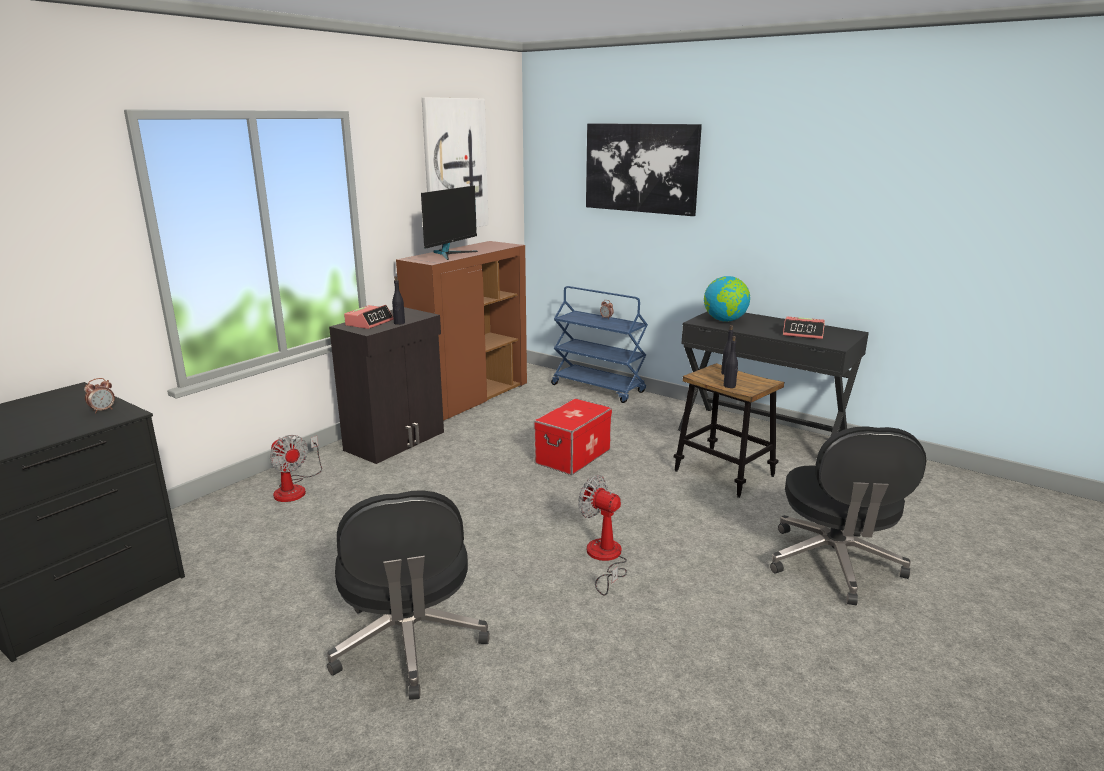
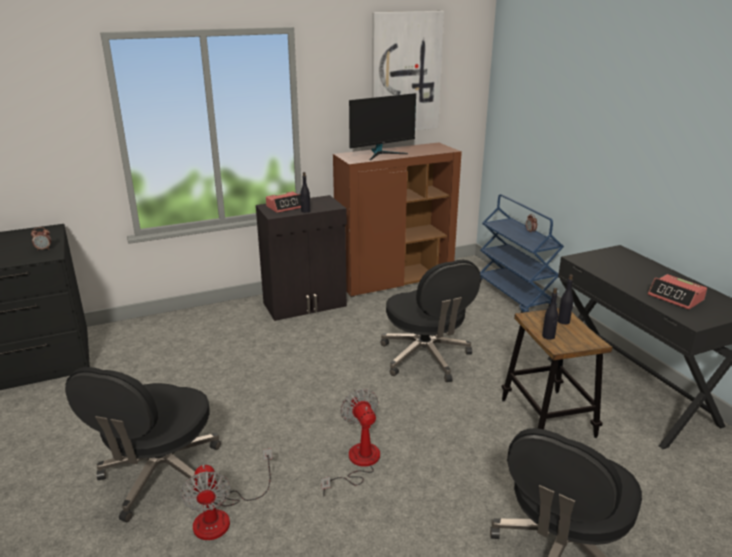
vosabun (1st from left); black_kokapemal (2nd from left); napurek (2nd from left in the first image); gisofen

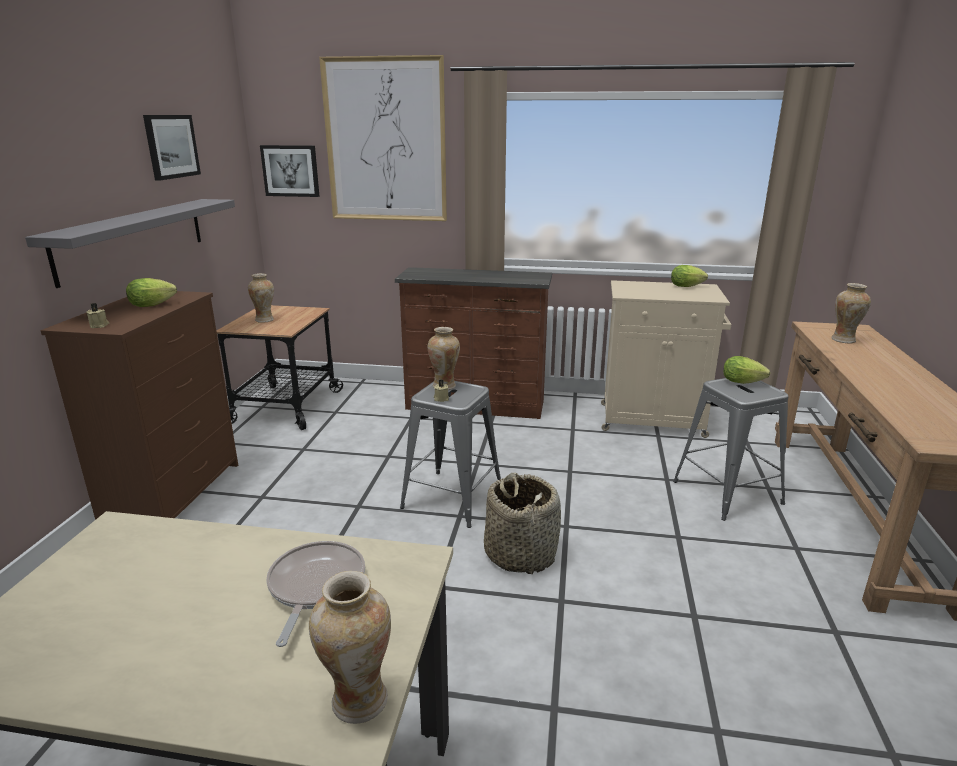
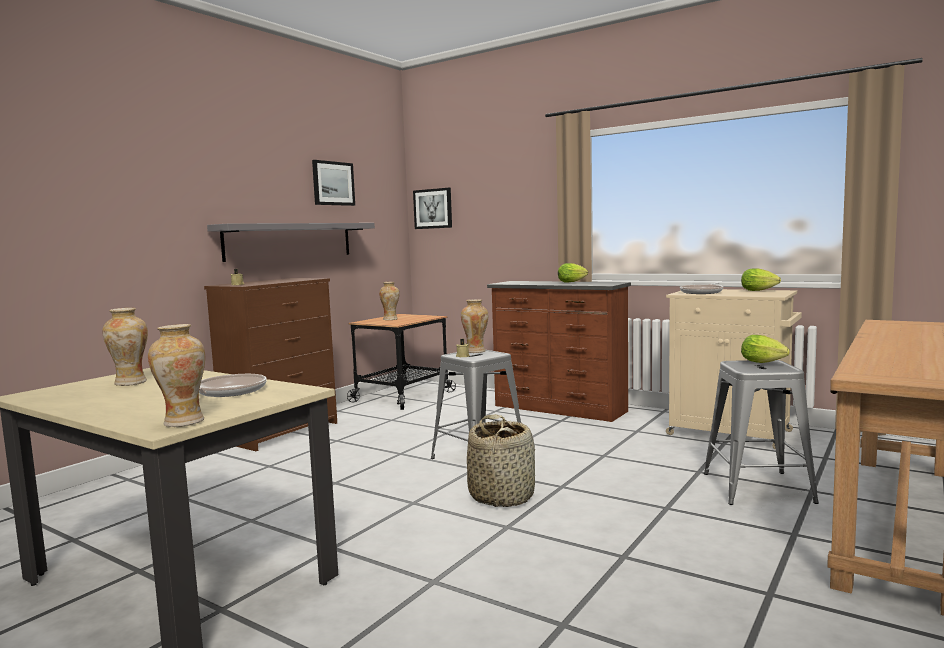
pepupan (1st from left); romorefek (1st from left); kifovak (2nd from left); napurek (3rd from left in the first image)

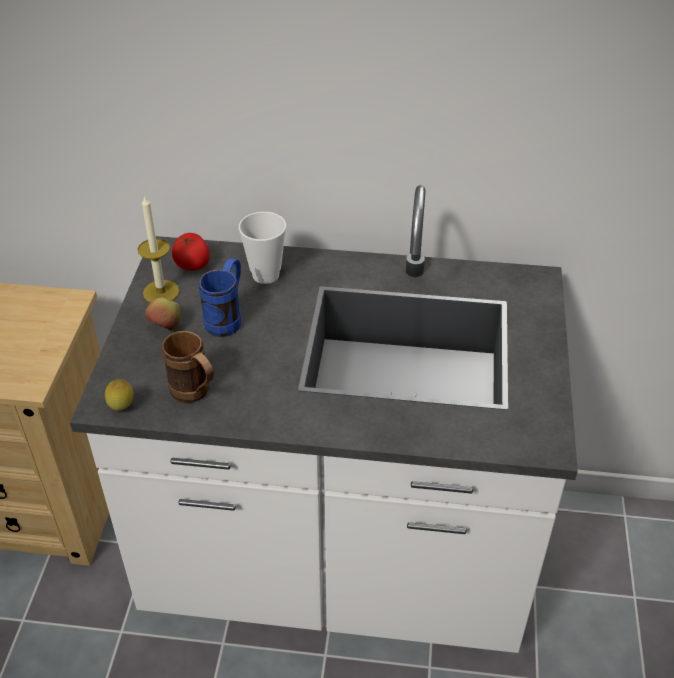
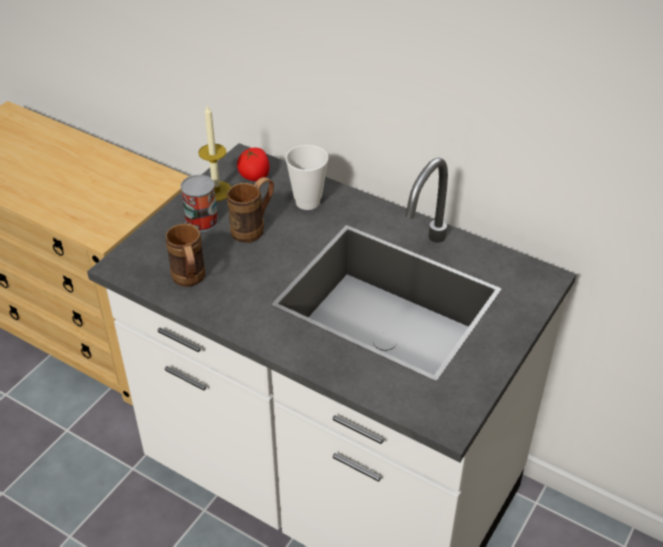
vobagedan; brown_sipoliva (2nd from left); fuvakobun

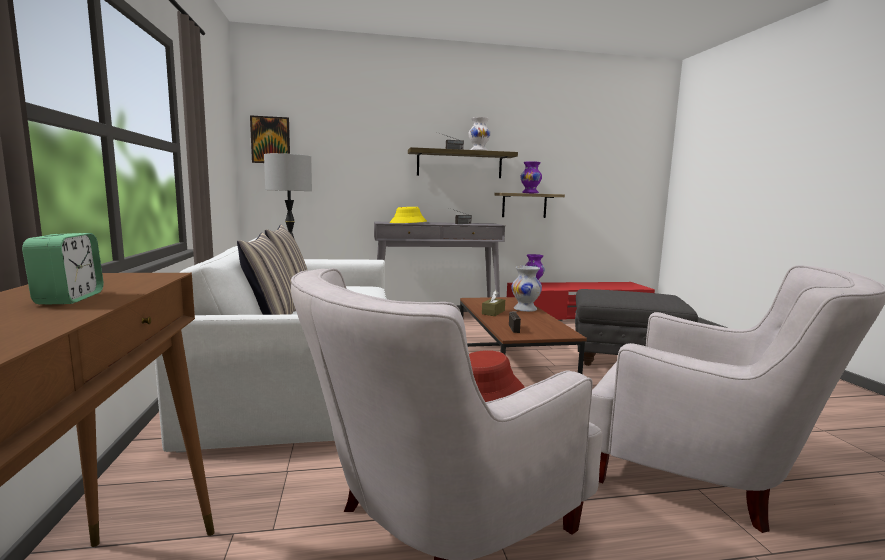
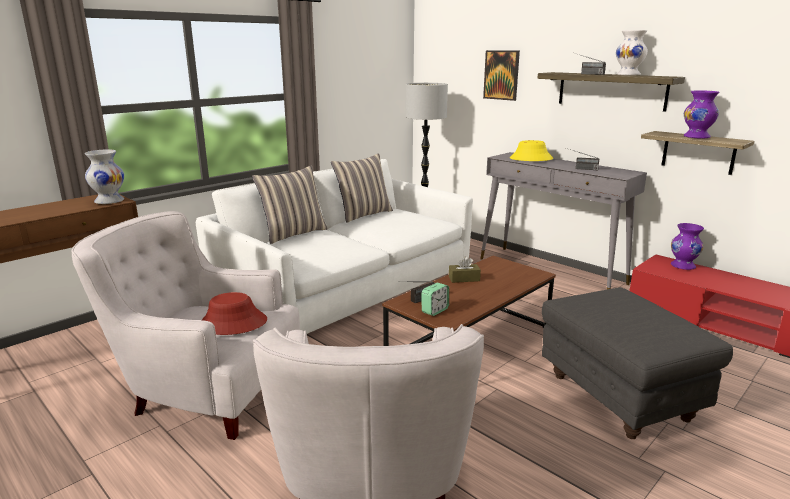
white_pepupan (1st from left); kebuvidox; napurek

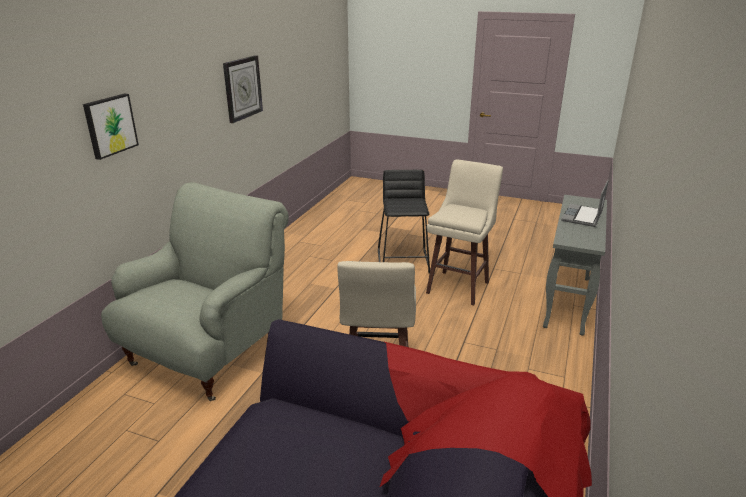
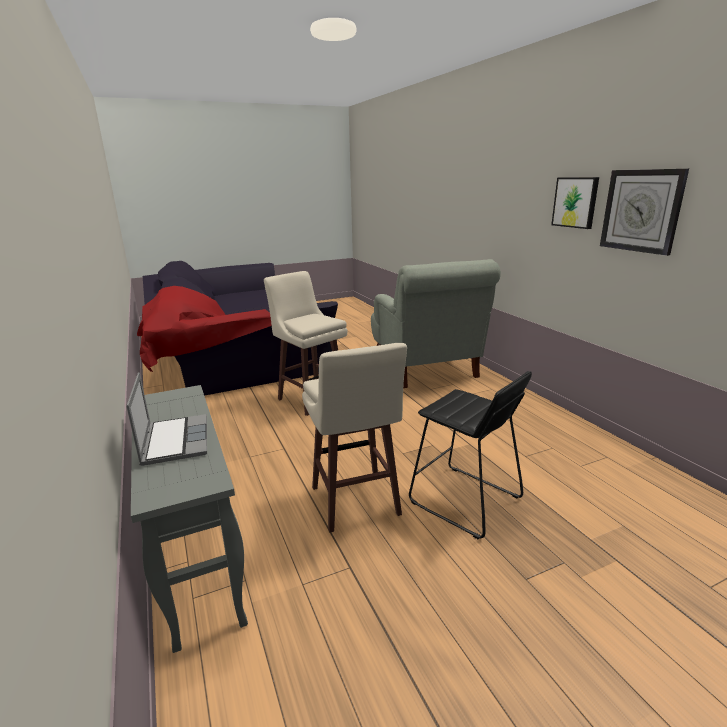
napurek

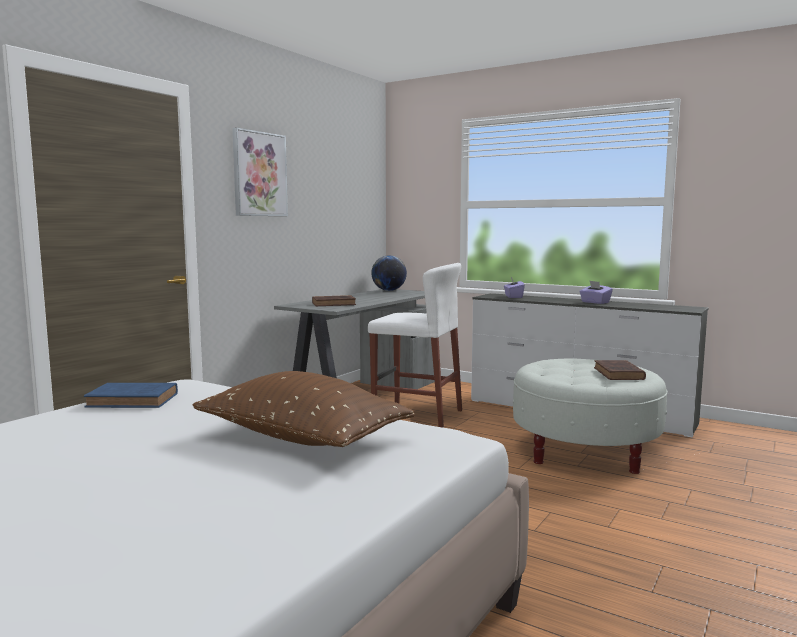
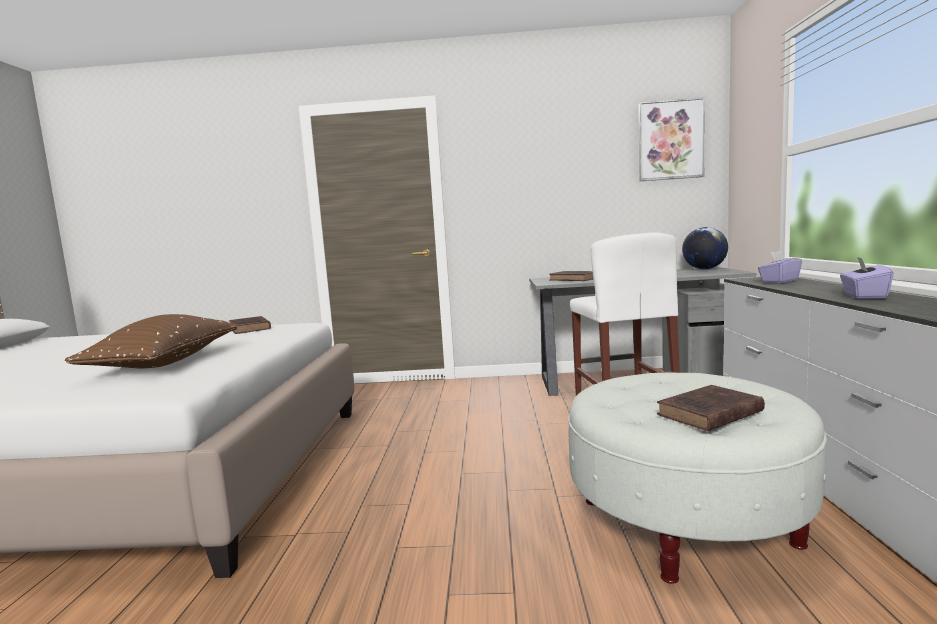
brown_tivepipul (1st from left); napurek

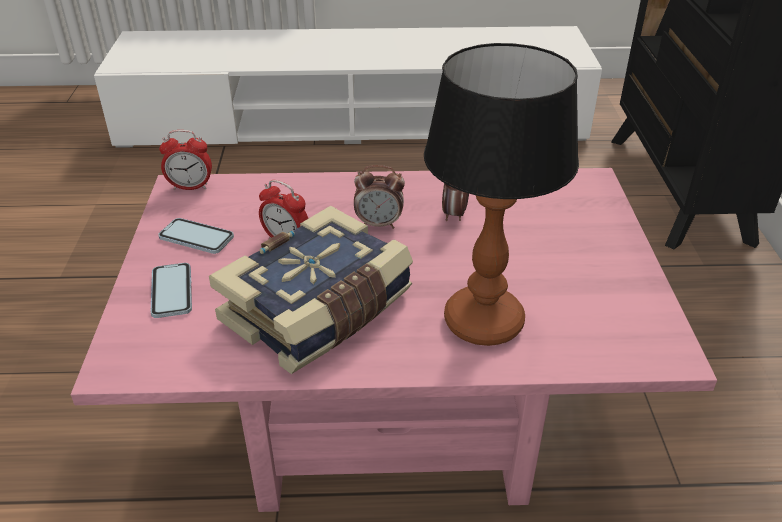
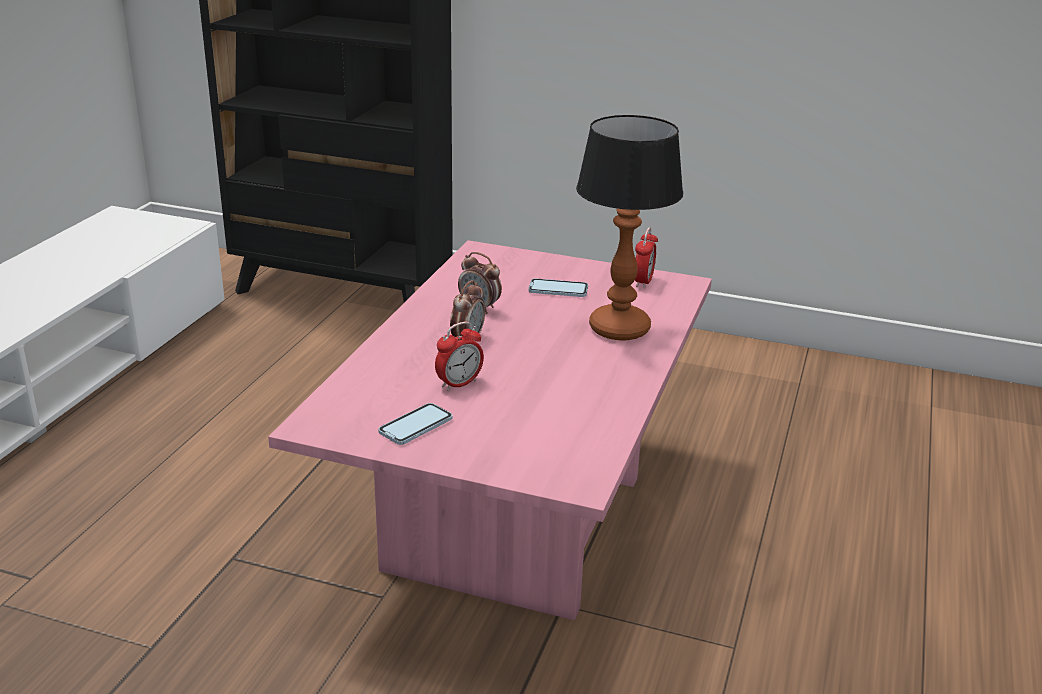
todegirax (2nd from left); kebuvidox (4th from left); tivepipul

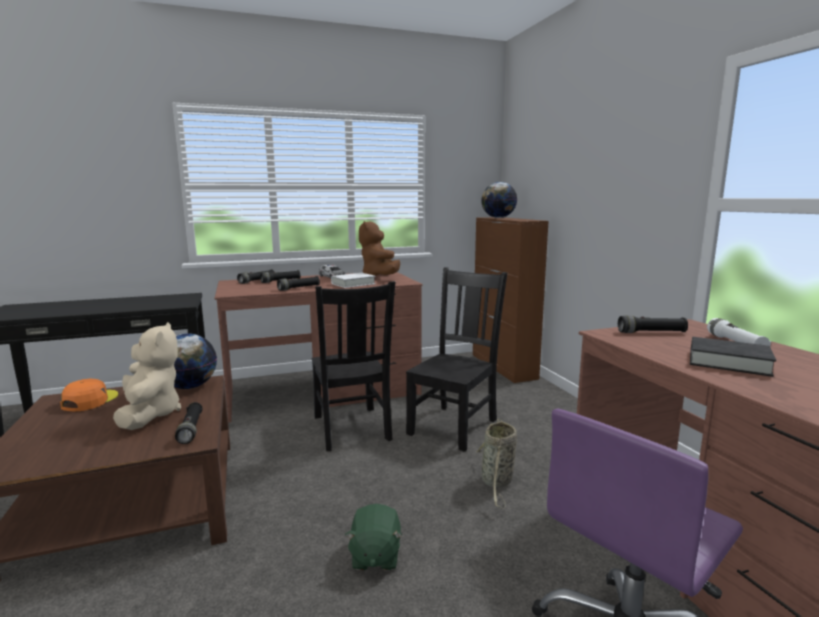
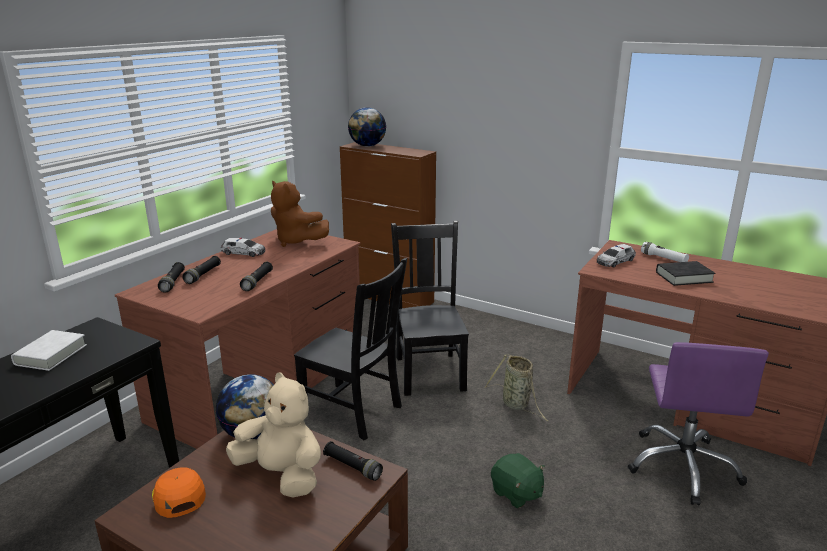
white_tivepipul; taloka (2nd from left)

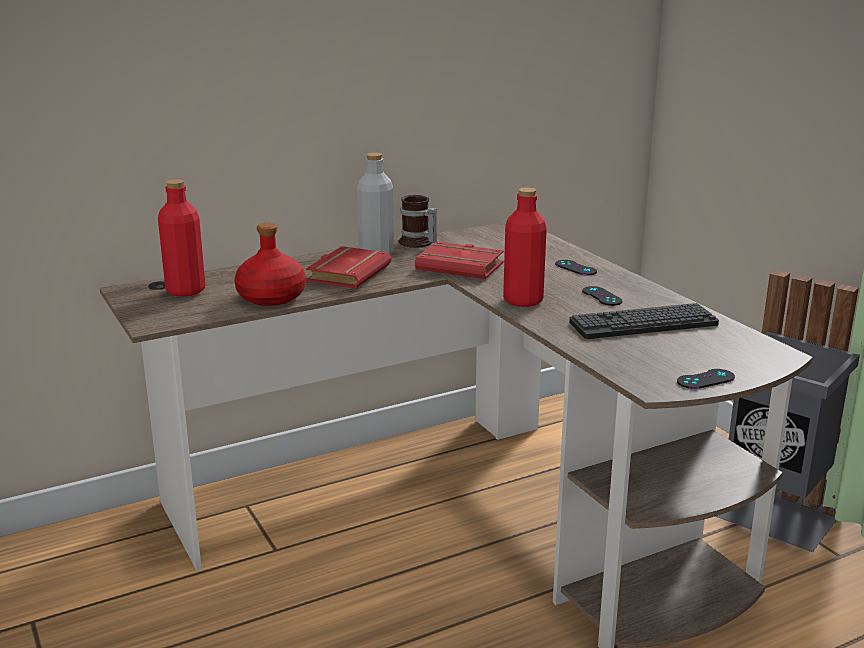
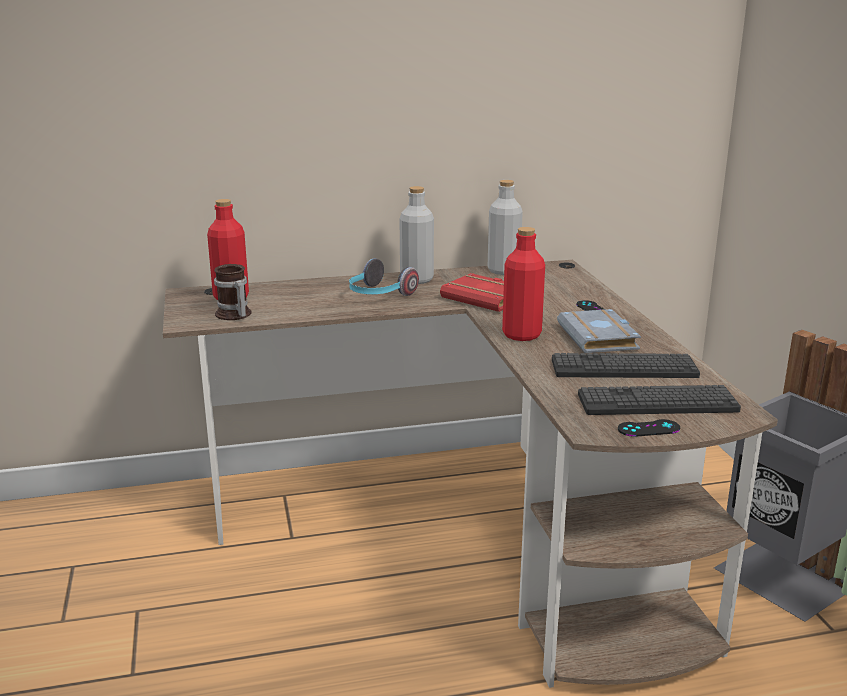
sipoliva; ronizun; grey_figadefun (2nd from left); grey_tivepipul; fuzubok (2nd from left); red_figadefun (2nd from left in the first image)

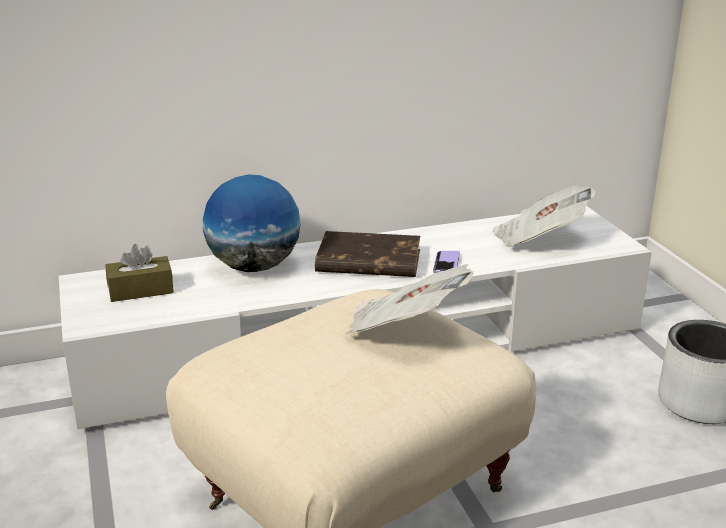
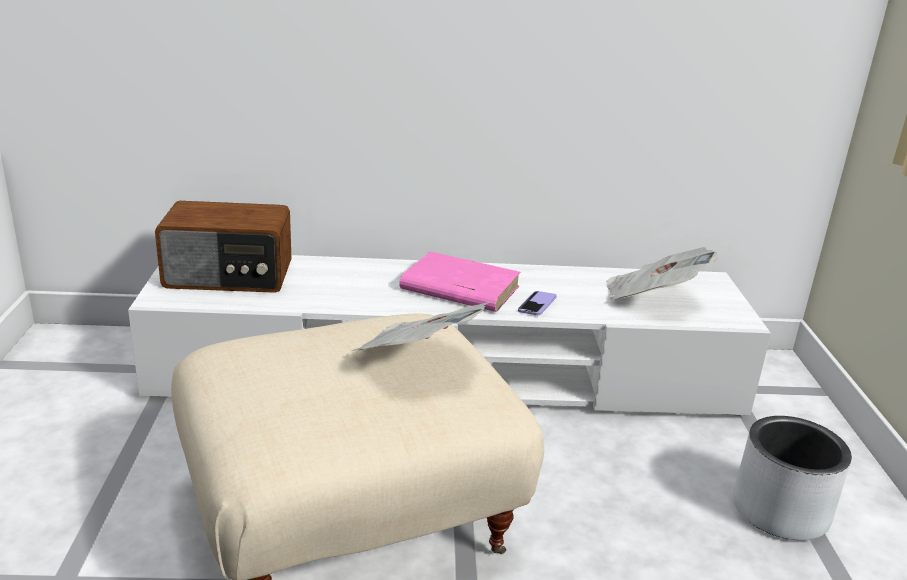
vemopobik; pink_tivepipul; gisofen

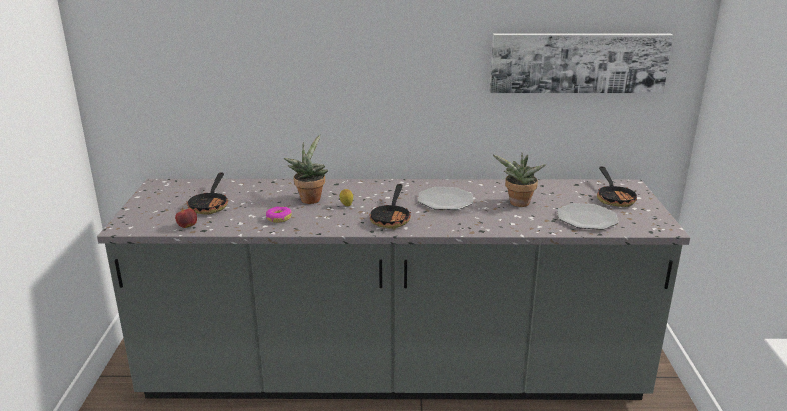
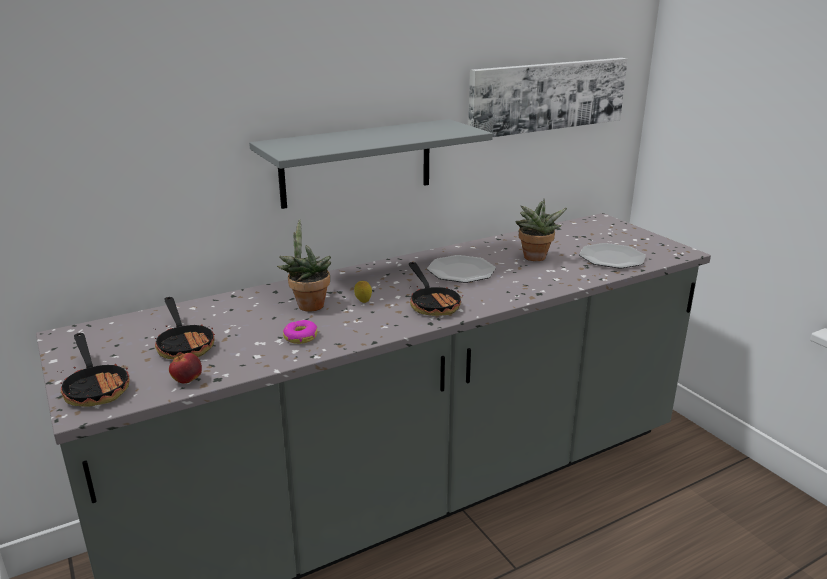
kifovak (1st from left); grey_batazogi

